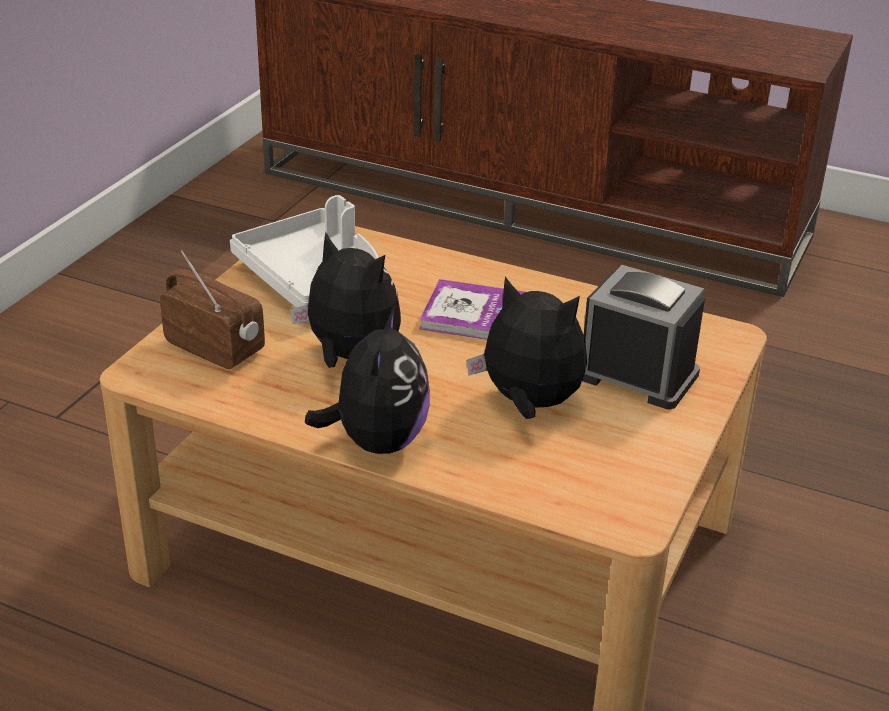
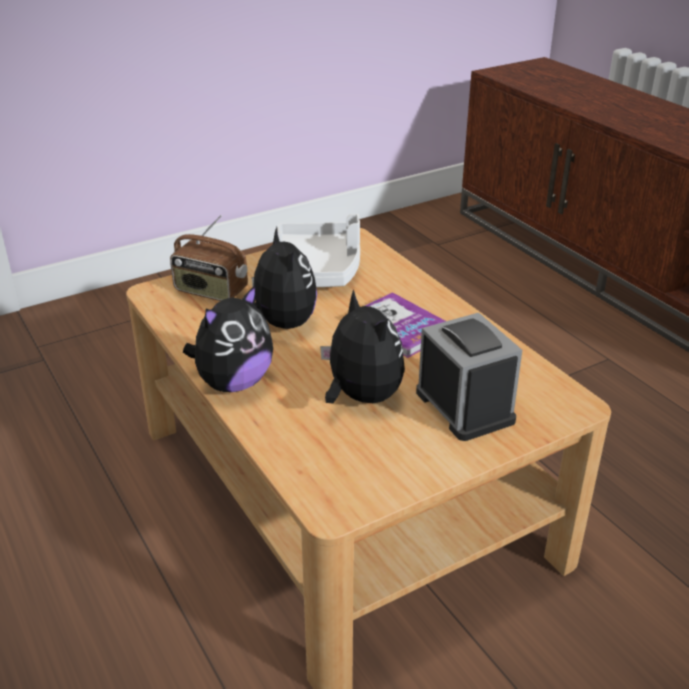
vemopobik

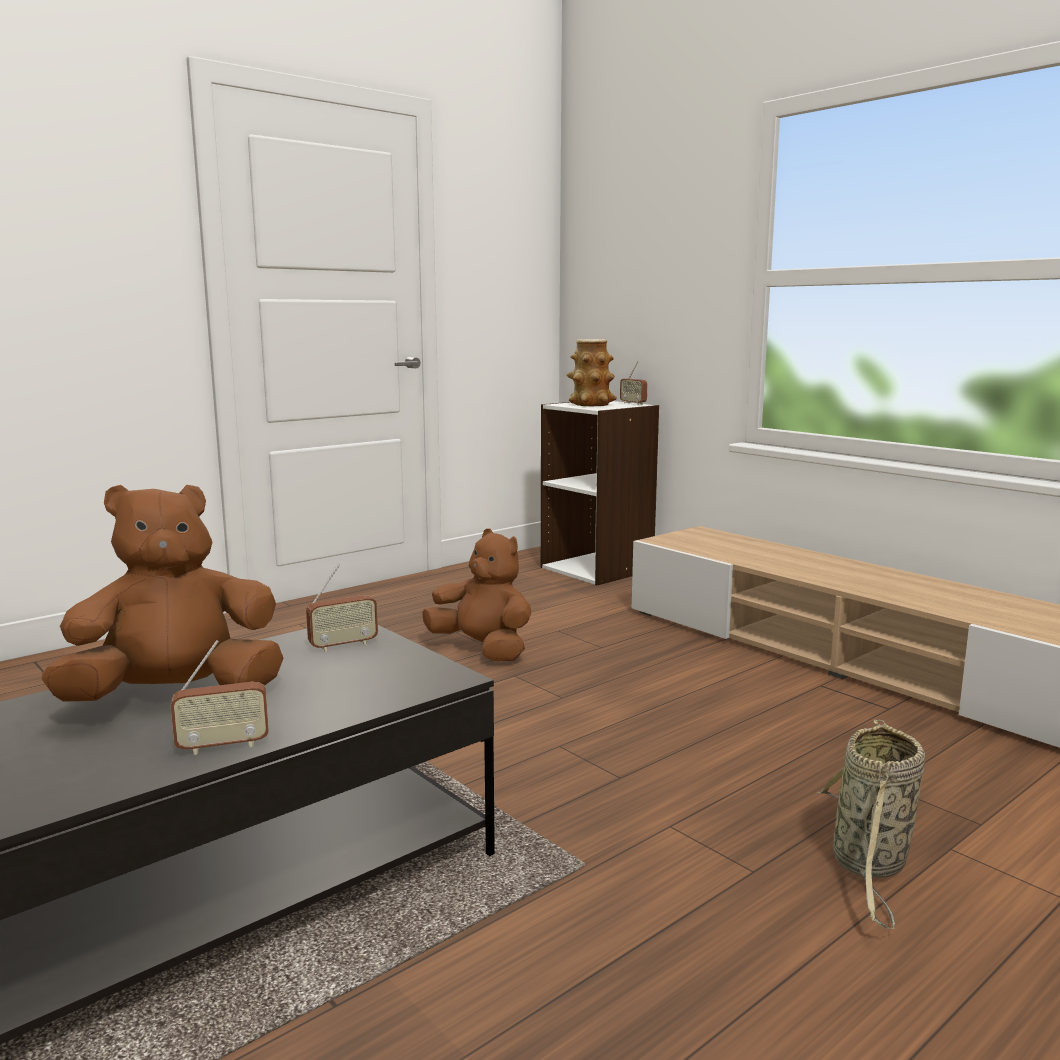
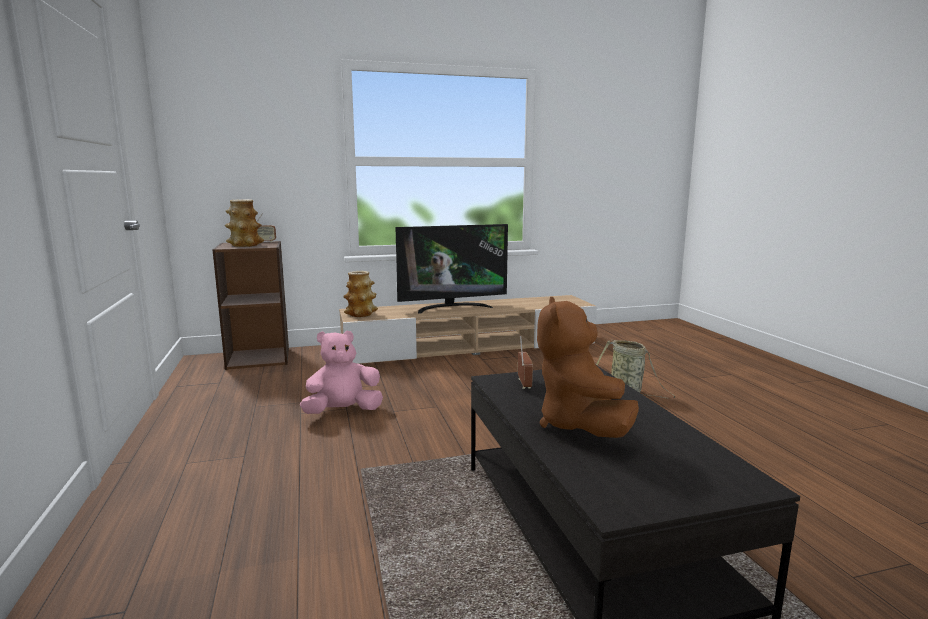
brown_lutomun; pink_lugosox; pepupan (2nd from left); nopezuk; vemopobik (1st from left in the first image)

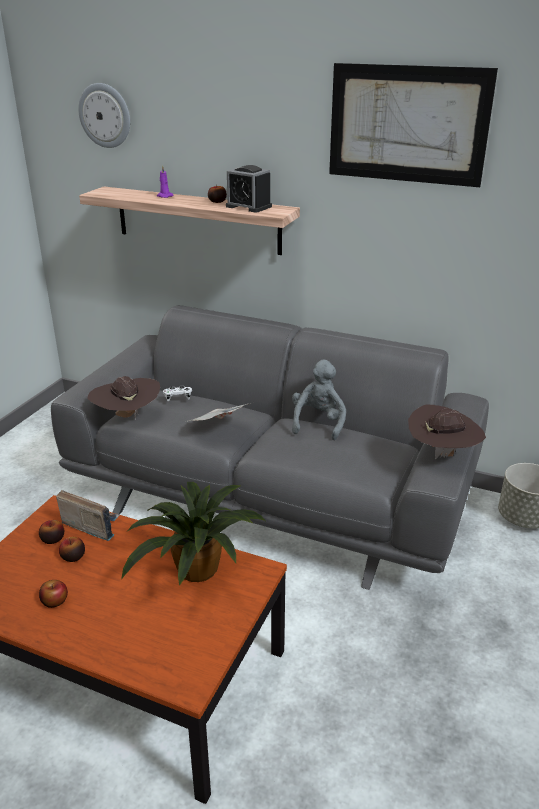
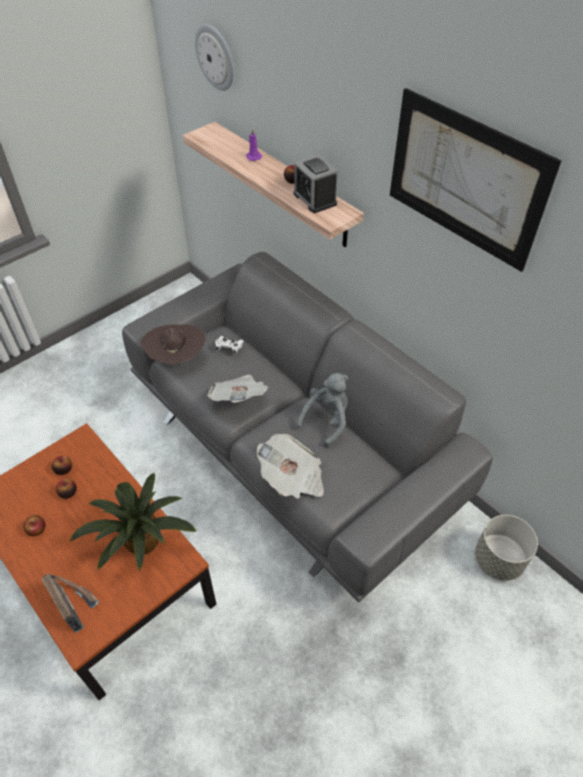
vemopobik; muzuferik (2nd from left); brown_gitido (2nd from left in the first image)

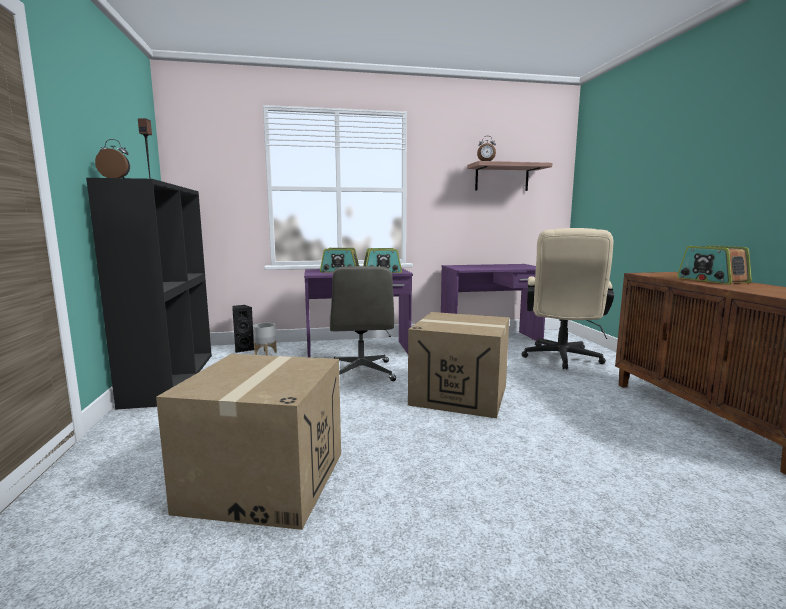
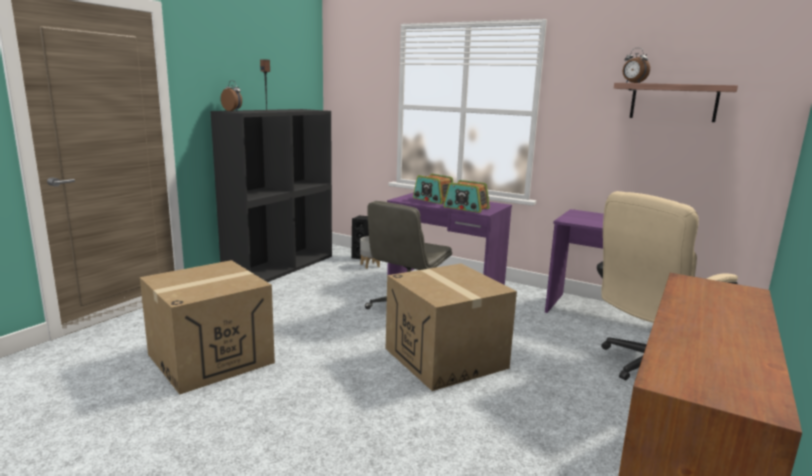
vemopobik (3rd from left in the first image)

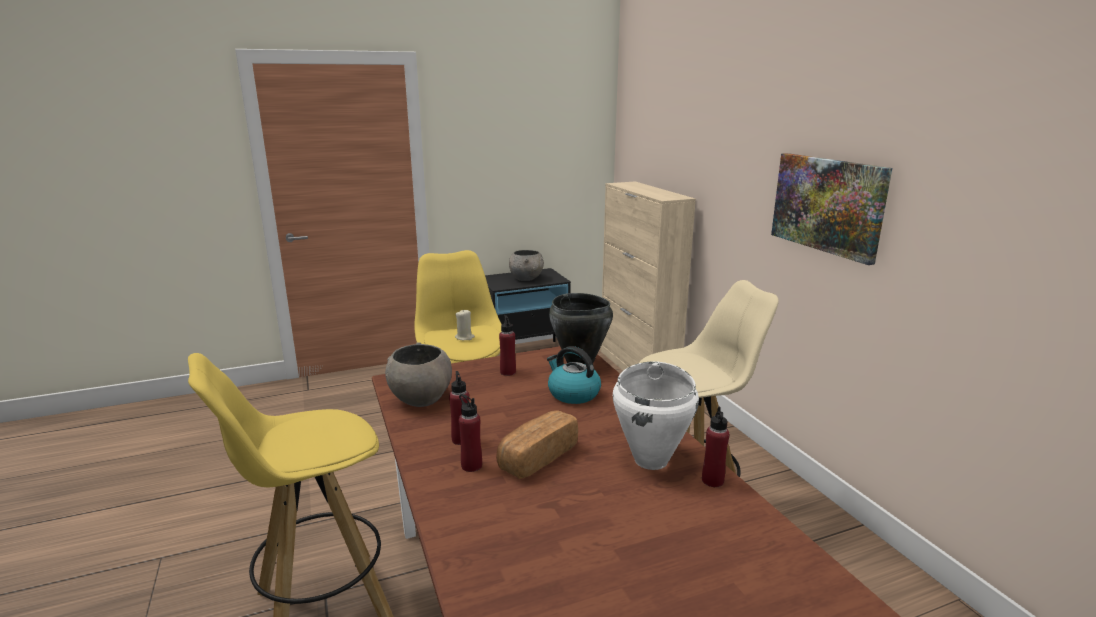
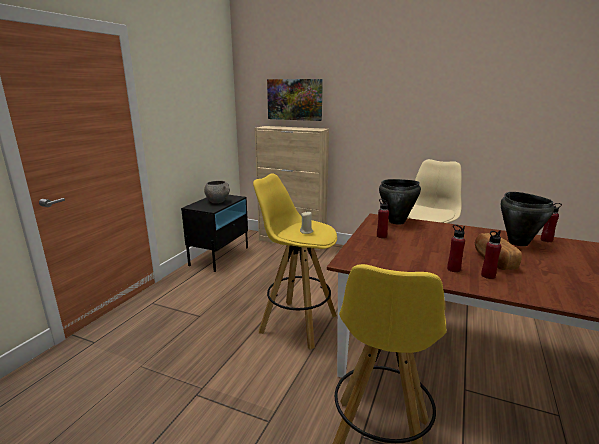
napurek; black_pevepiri (2nd from left); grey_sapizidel (1st from left in the first image); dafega

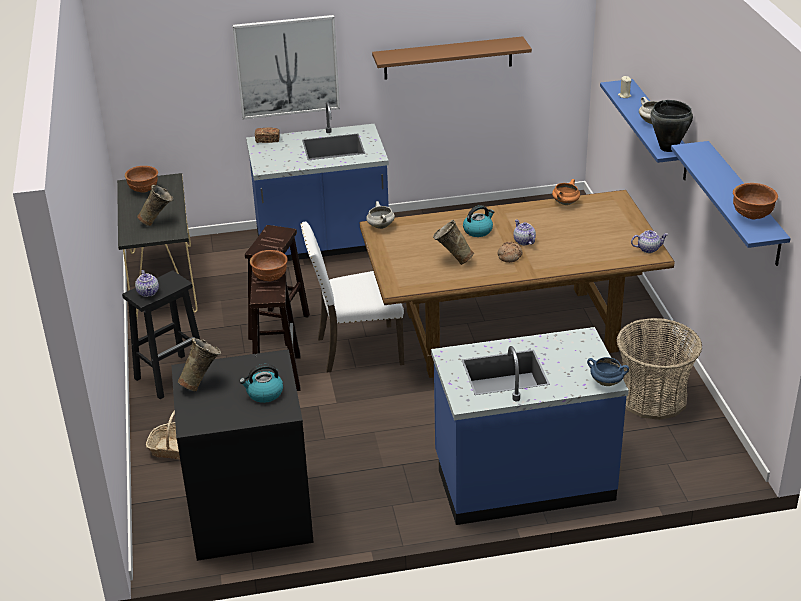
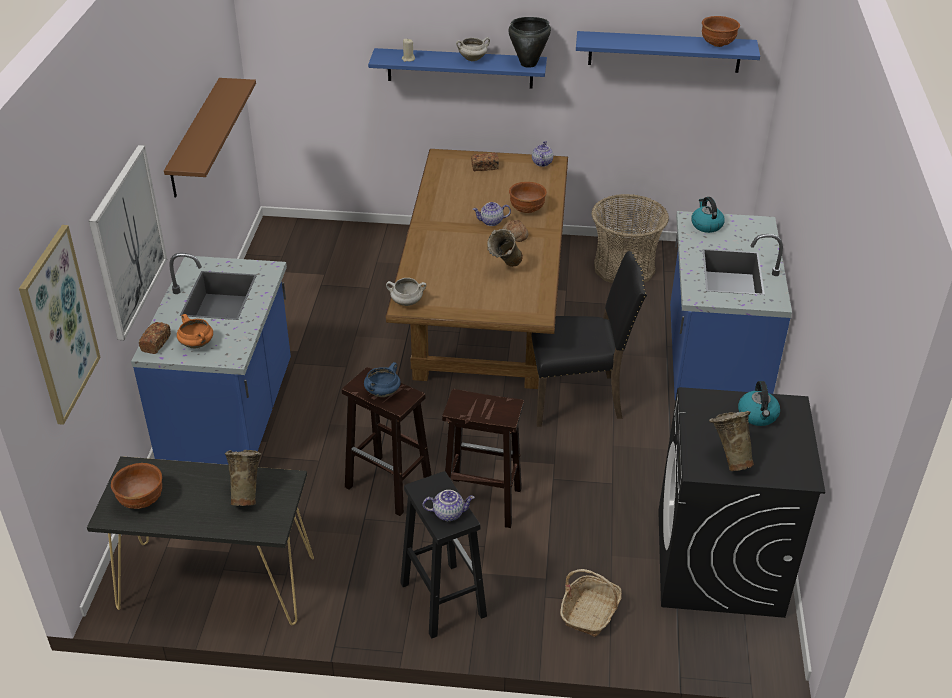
napurek (1st from left); orange_pevepiri; blue_pevepiri; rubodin (2nd from left); brown_sapizidel (2nd from left); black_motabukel; dafega (1st from left); white_motabukel

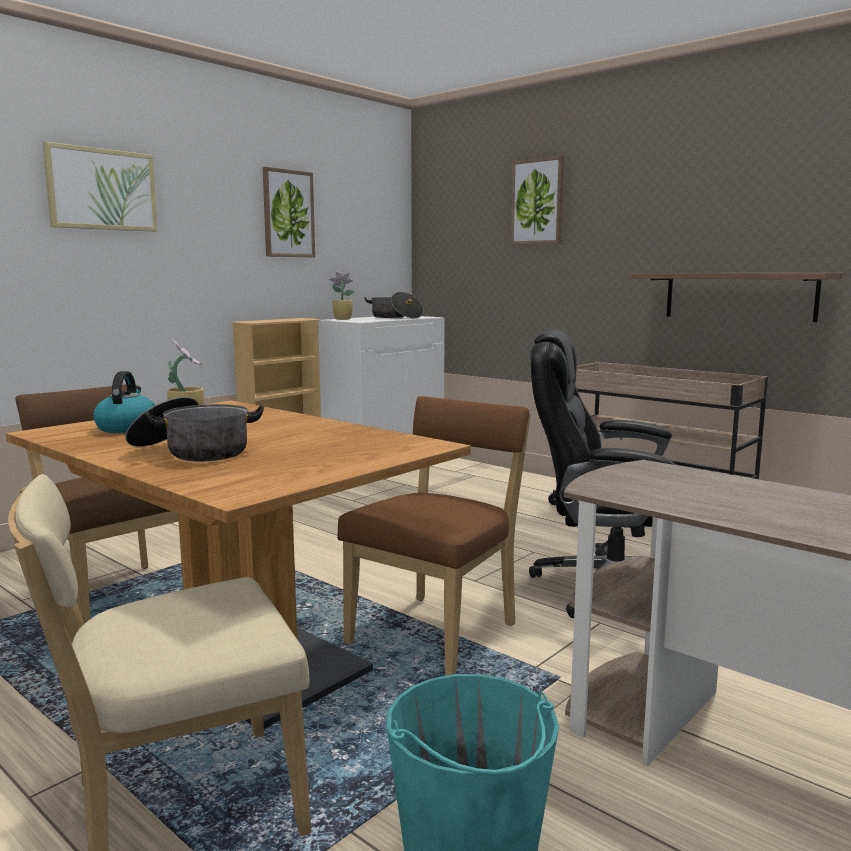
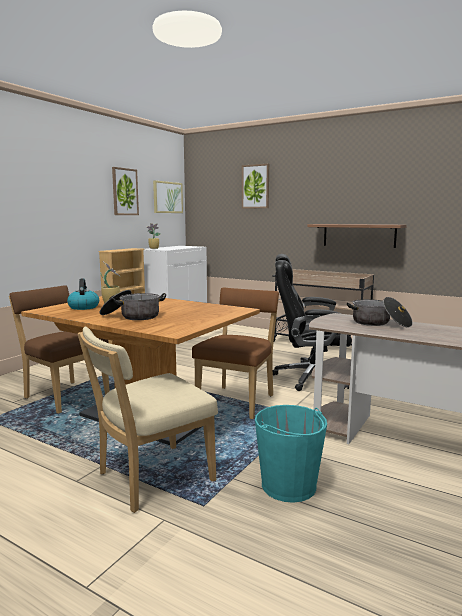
napurek (2nd from left); pevepiri (2nd from left)

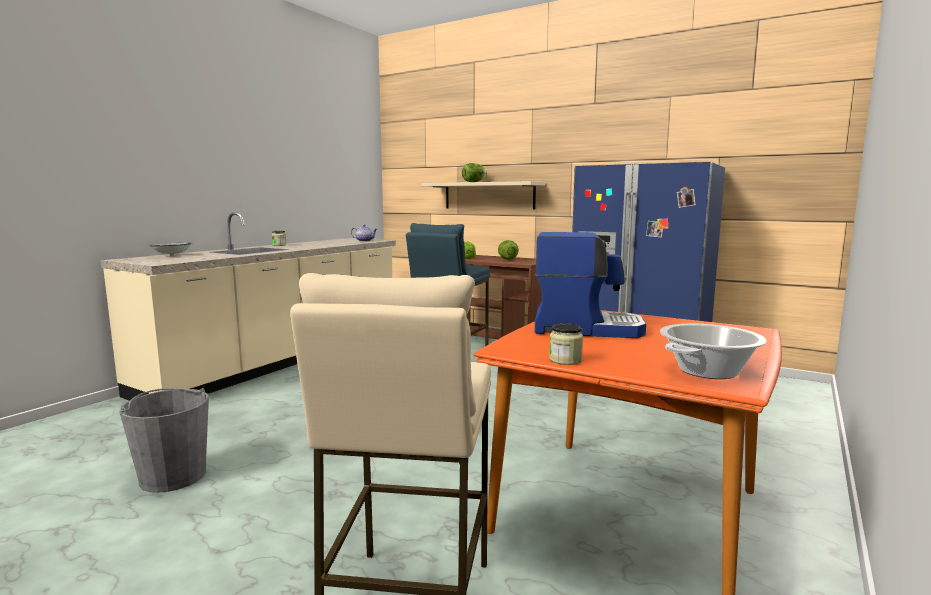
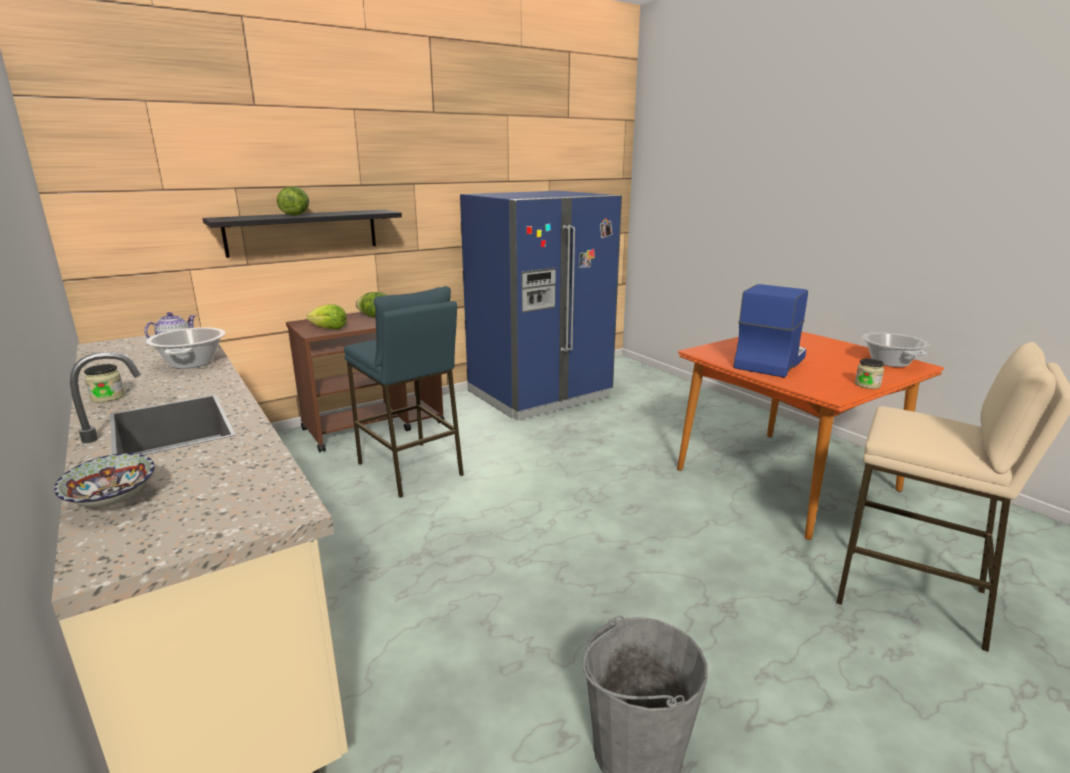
pevepiri (1st from left); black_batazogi

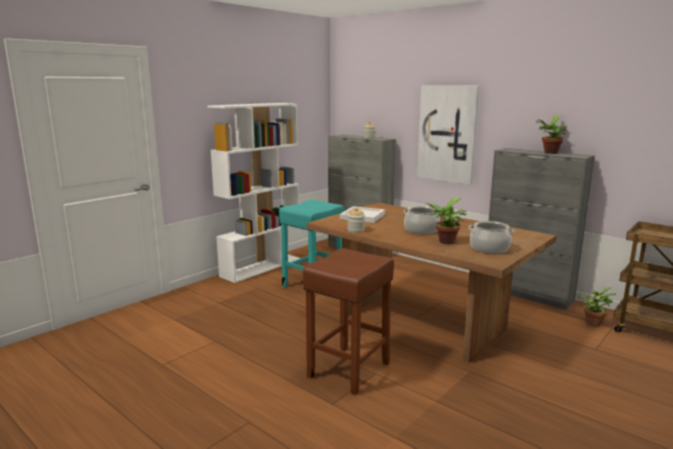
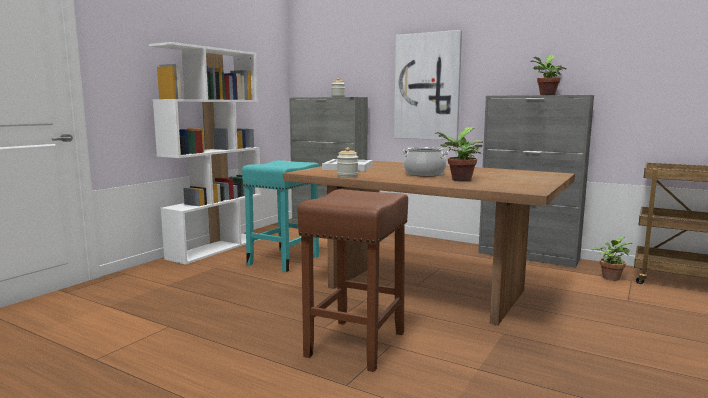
pevepiri (2nd from left in the first image)

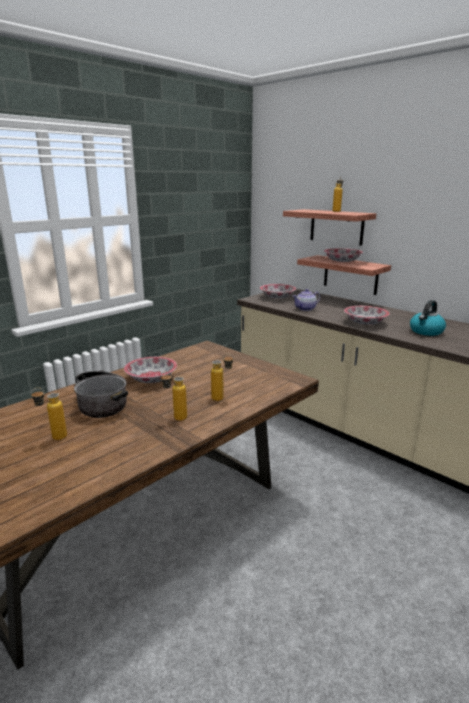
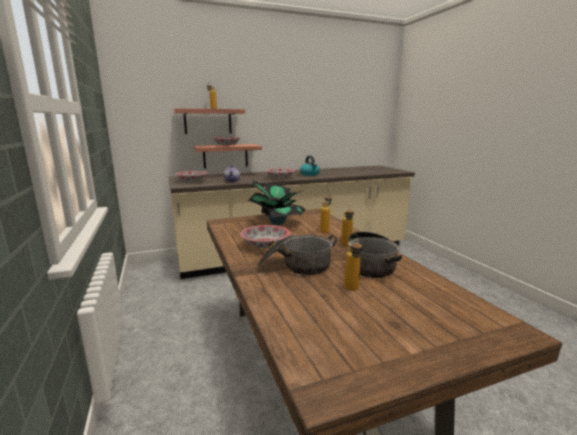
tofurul; pevepiri (2nd from left)

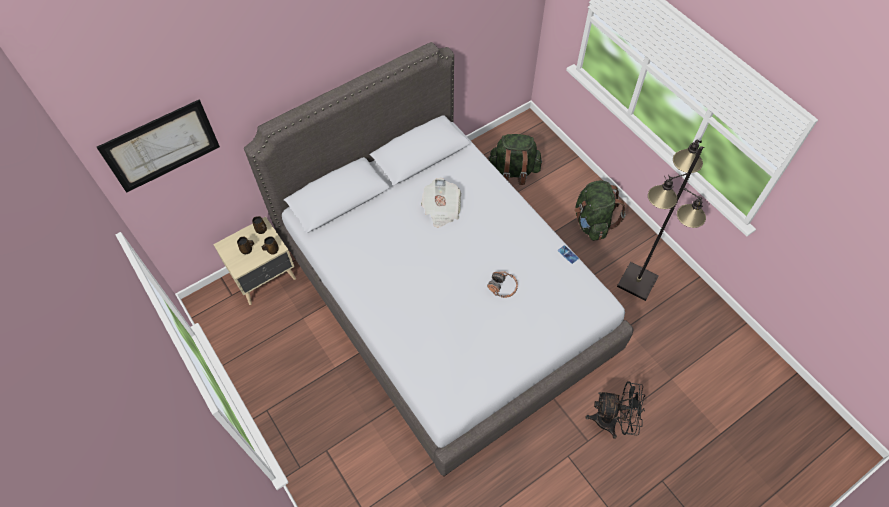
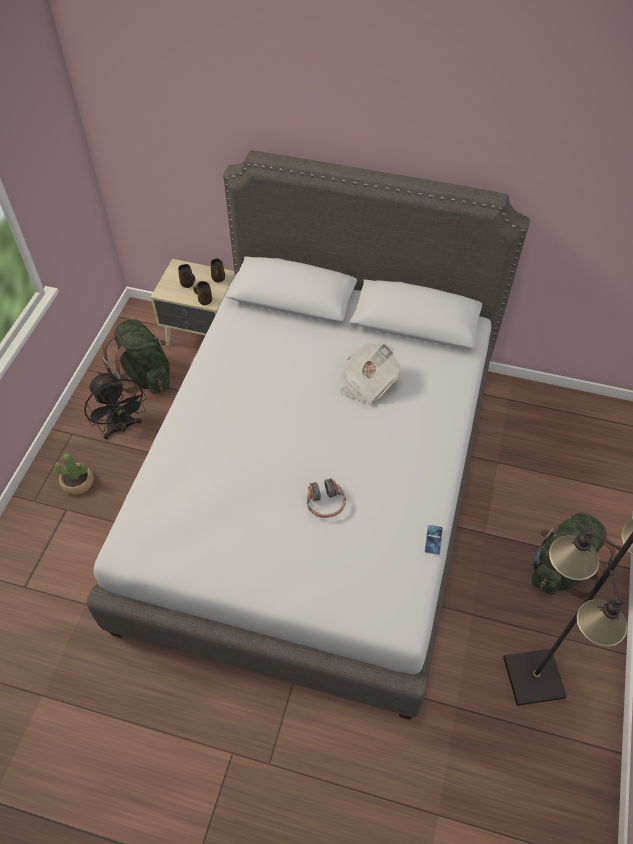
tofurul; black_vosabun; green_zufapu (1st from left); napurek

